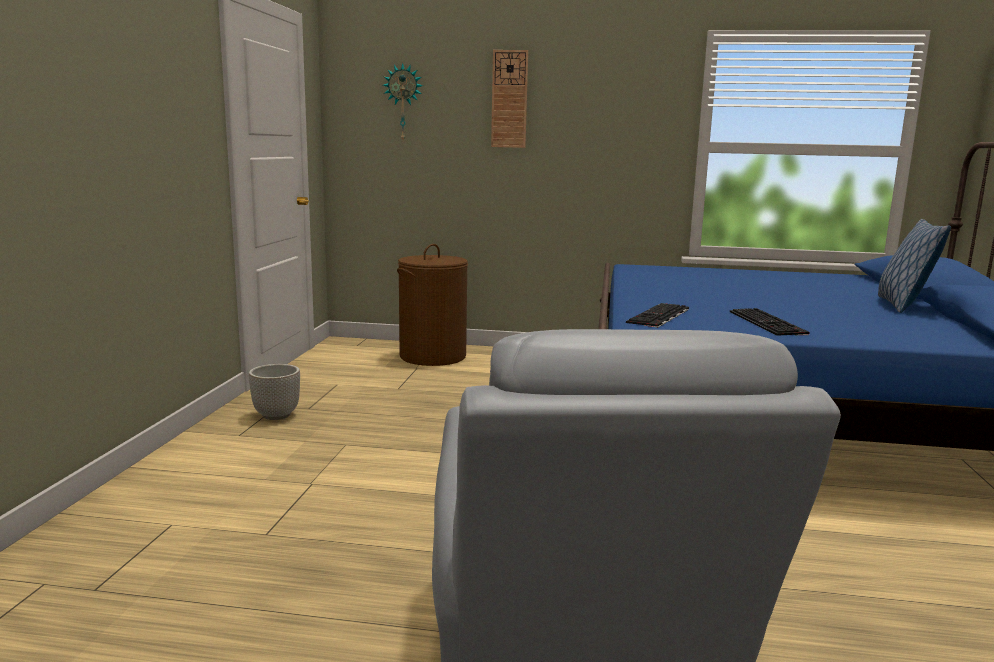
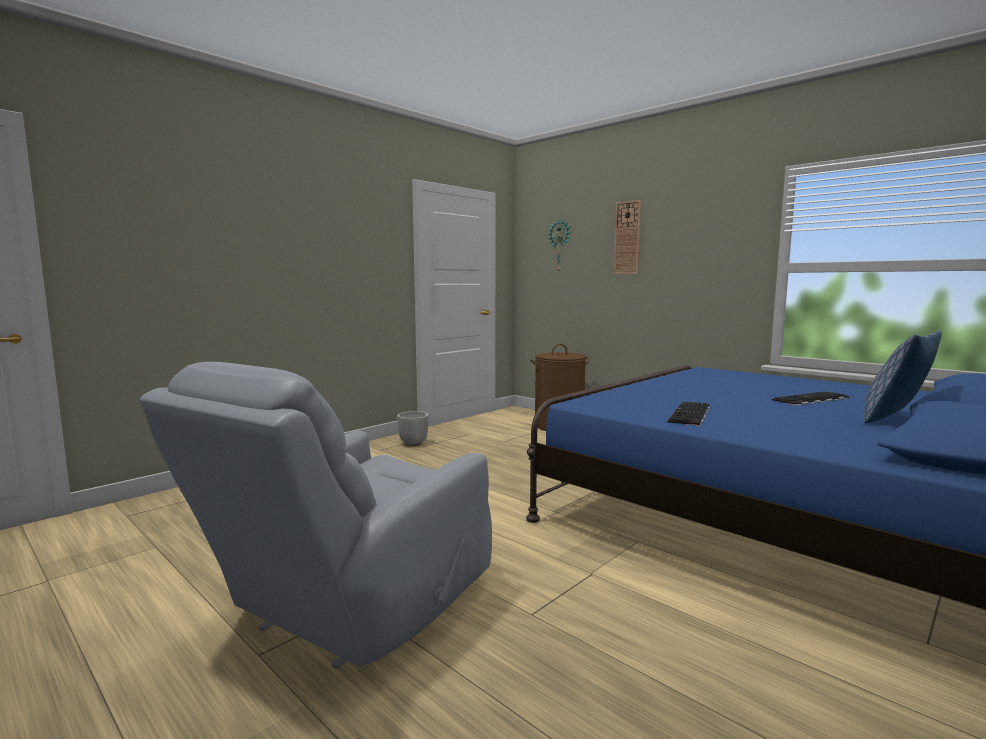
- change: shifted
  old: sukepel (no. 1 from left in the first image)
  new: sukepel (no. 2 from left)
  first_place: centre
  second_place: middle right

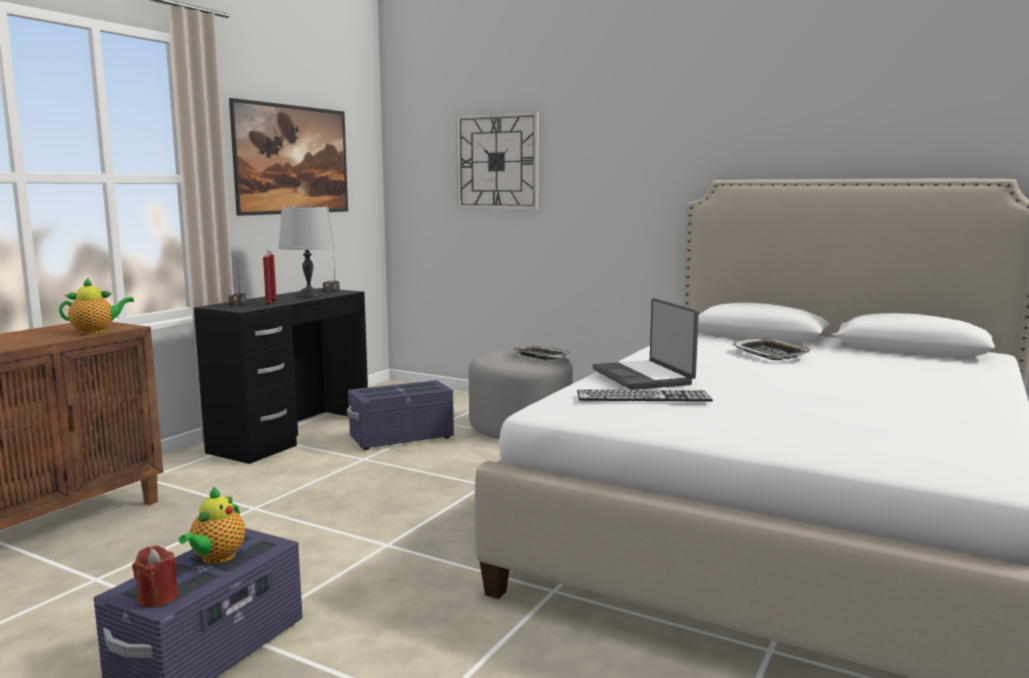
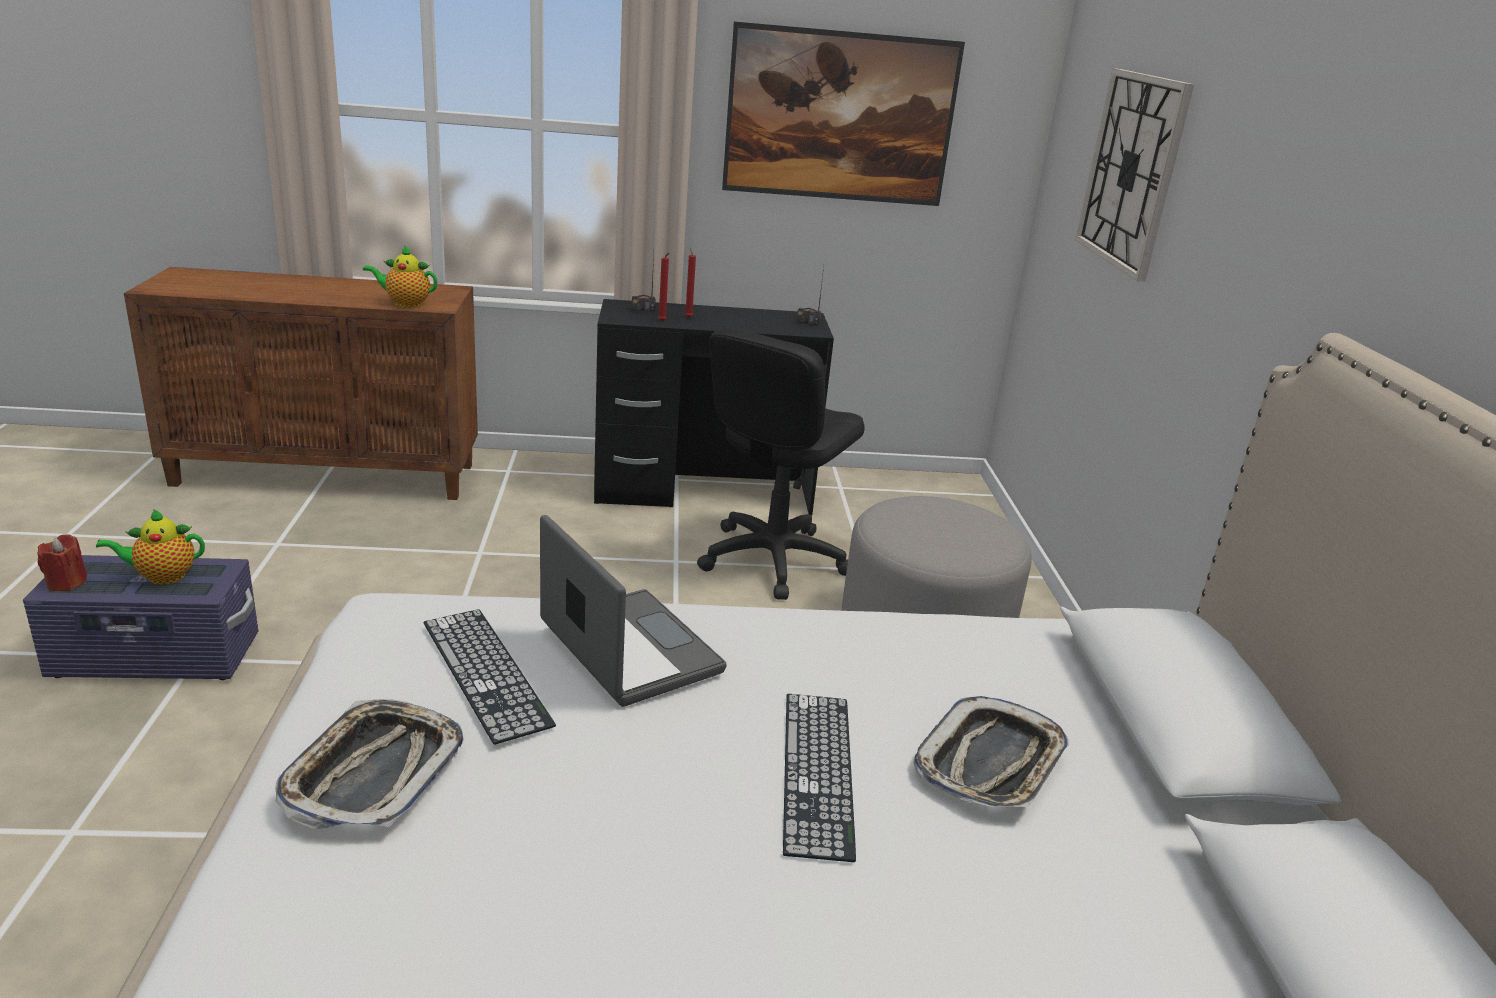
- change: rotated
  old: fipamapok (no. 1 from left in the first image)
  first_place: middle left
  second_place: top left
  degrees: 150
- change: gone
  old: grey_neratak
  first_place: middle left
- change: swapped
  old: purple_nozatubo (no. 2 from left)
  new: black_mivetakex
  first_place: centre
  second_place: centre
- change: shifted
  old: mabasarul (no. 1 from left)
  first_place: centre
  second_place: bottom left
- change: rotated
  old: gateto
  first_place: centre
  second_place: centre
  degrees: 105
- change: new
  new: sukepel (no. 2 from left)
  second_place: bottom centre

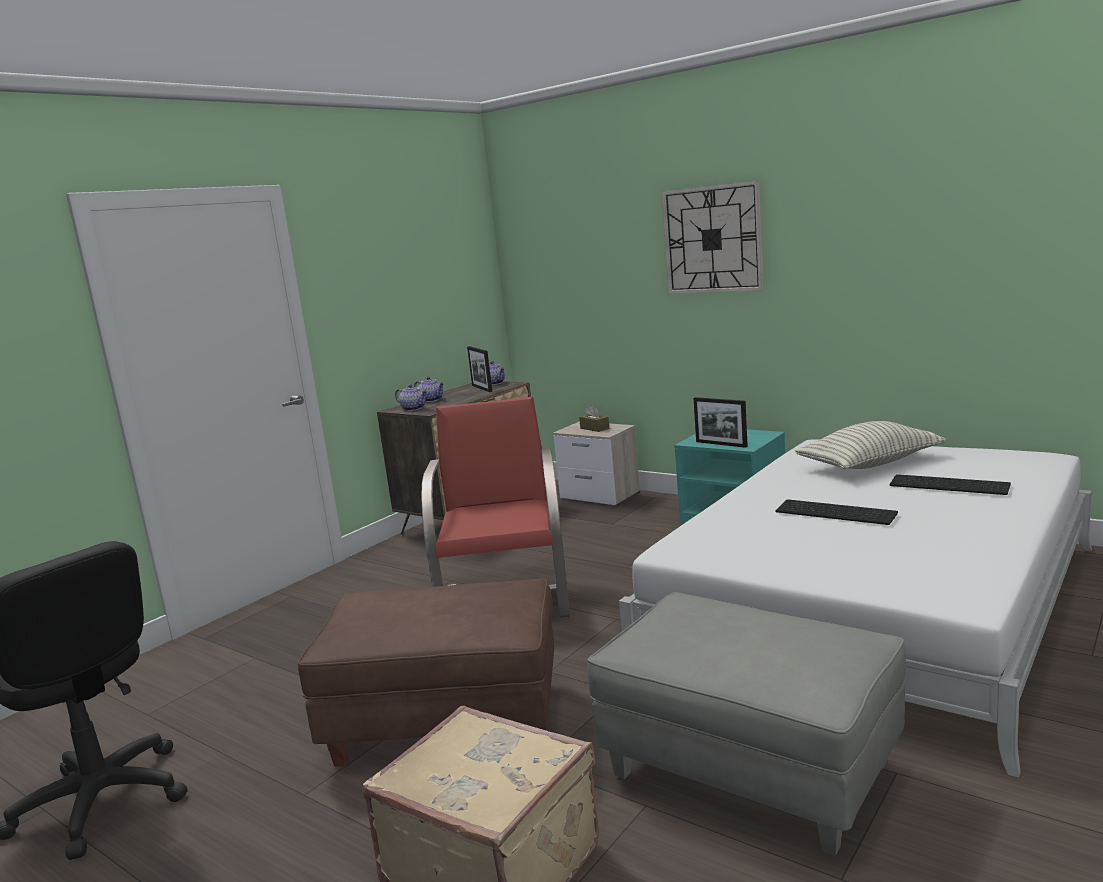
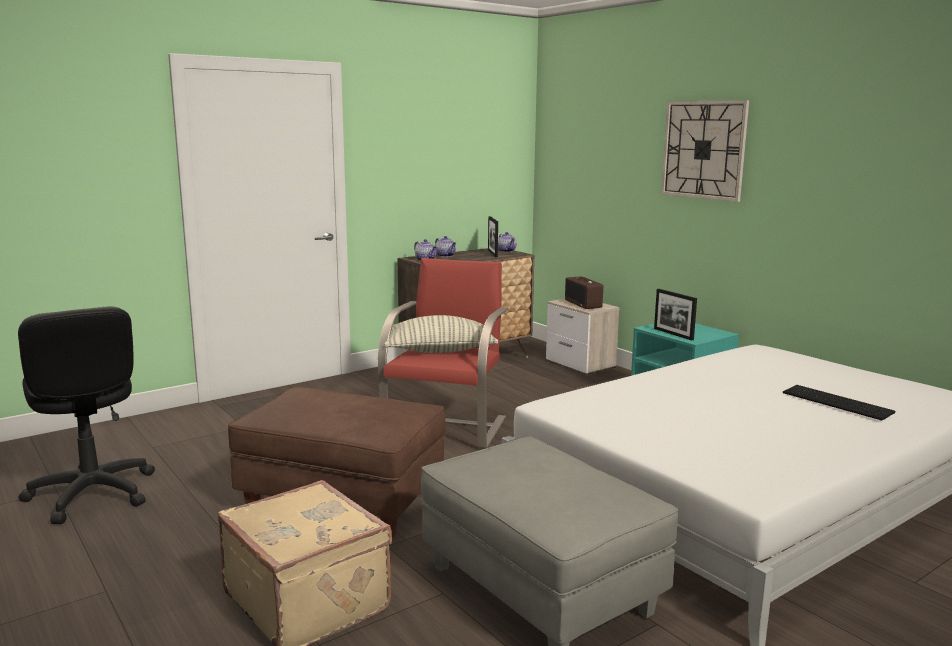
- change: swapped
  old: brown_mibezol
  new: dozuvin
  first_place: centre
  second_place: centre
- change: gone
  old: sukepel (no. 1 from left)
  first_place: middle right
- change: shifted
  old: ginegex
  first_place: middle right
  second_place: centre

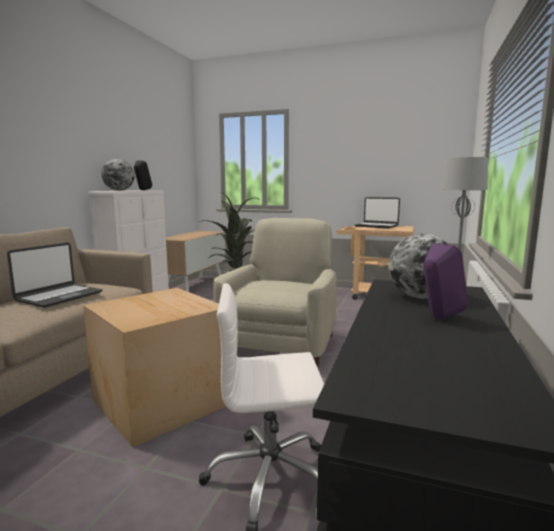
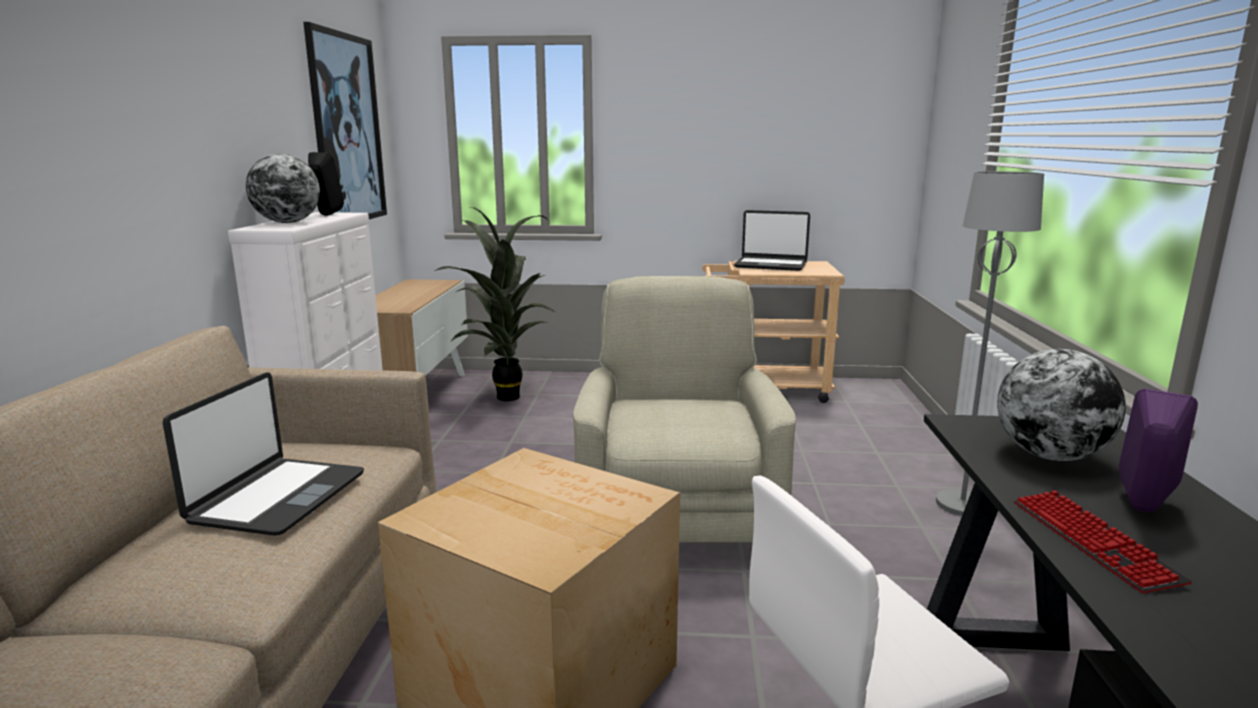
- change: new
  new: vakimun
  second_place: top left
- change: new
  new: sukepel
  second_place: bottom right

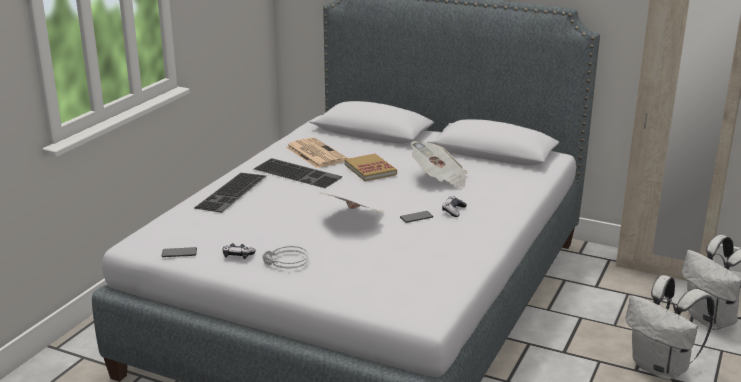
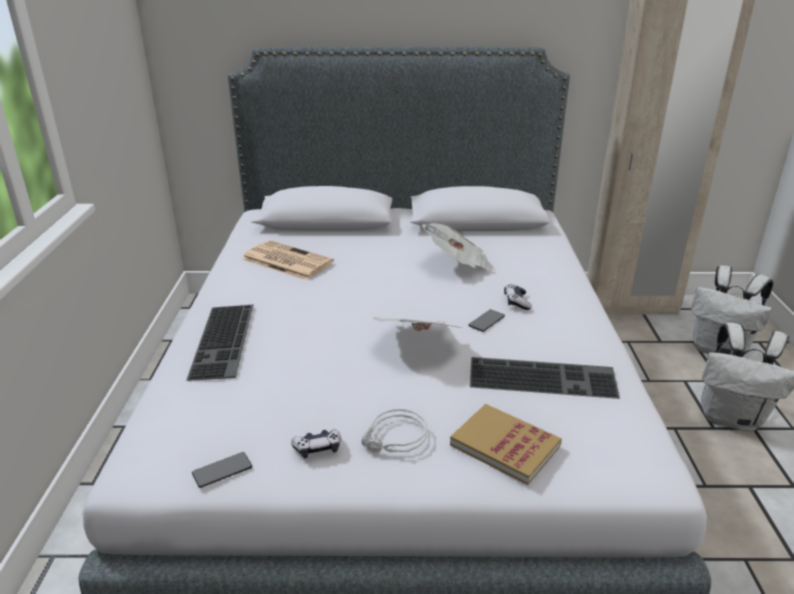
- change: shifted
  old: sukepel (no. 2 from left)
  first_place: centre
  second_place: middle right
- change: shifted
  old: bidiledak
  first_place: centre
  second_place: bottom centre

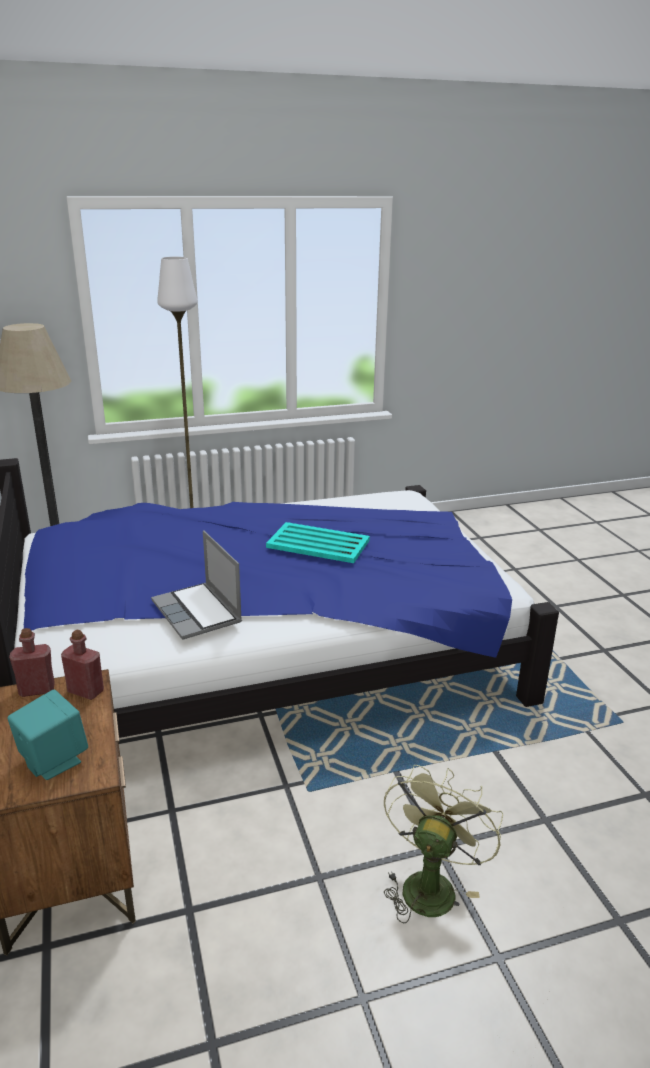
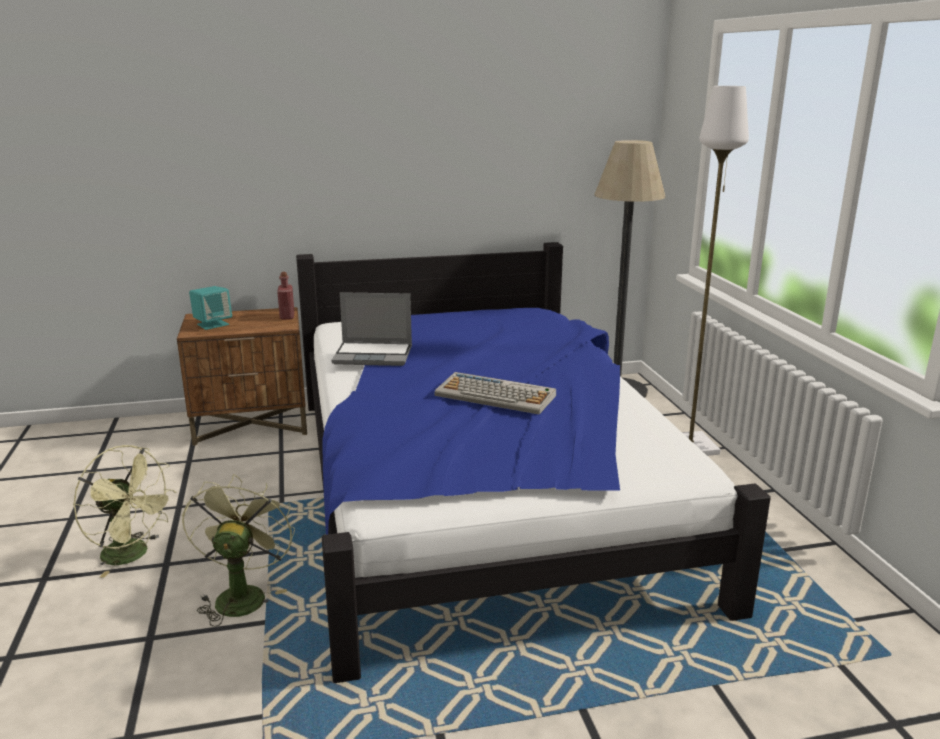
- change: gone
  old: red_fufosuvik (no. 2 from left)
  first_place: middle left
- change: rotated
  old: gateto
  first_place: middle left
  second_place: centre
  degrees: -150
- change: swapped
  old: turquoise_mabasarul
  new: sukepel
  first_place: centre
  second_place: centre
- change: new
  new: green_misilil (no. 2 from left)
  second_place: bottom left

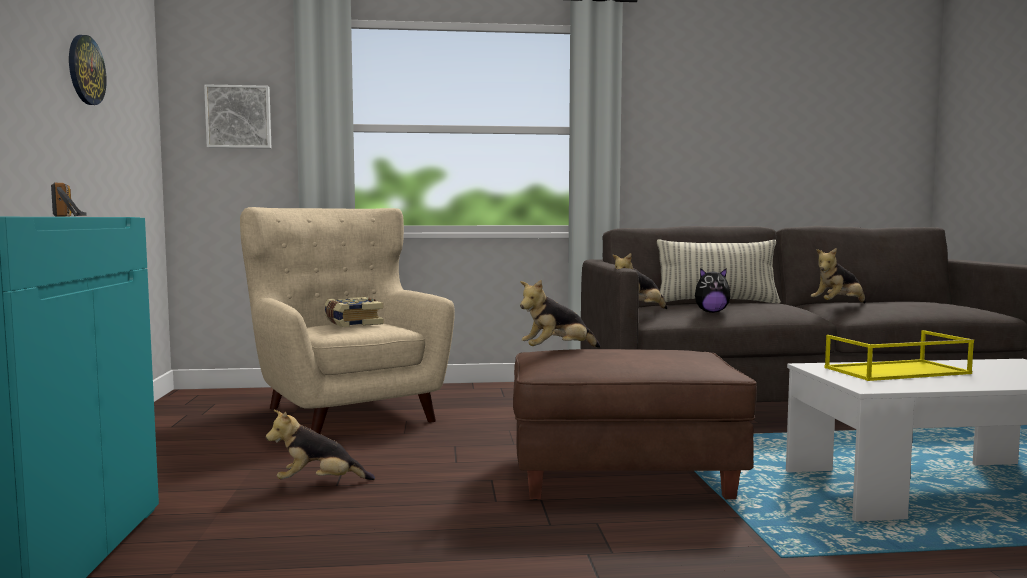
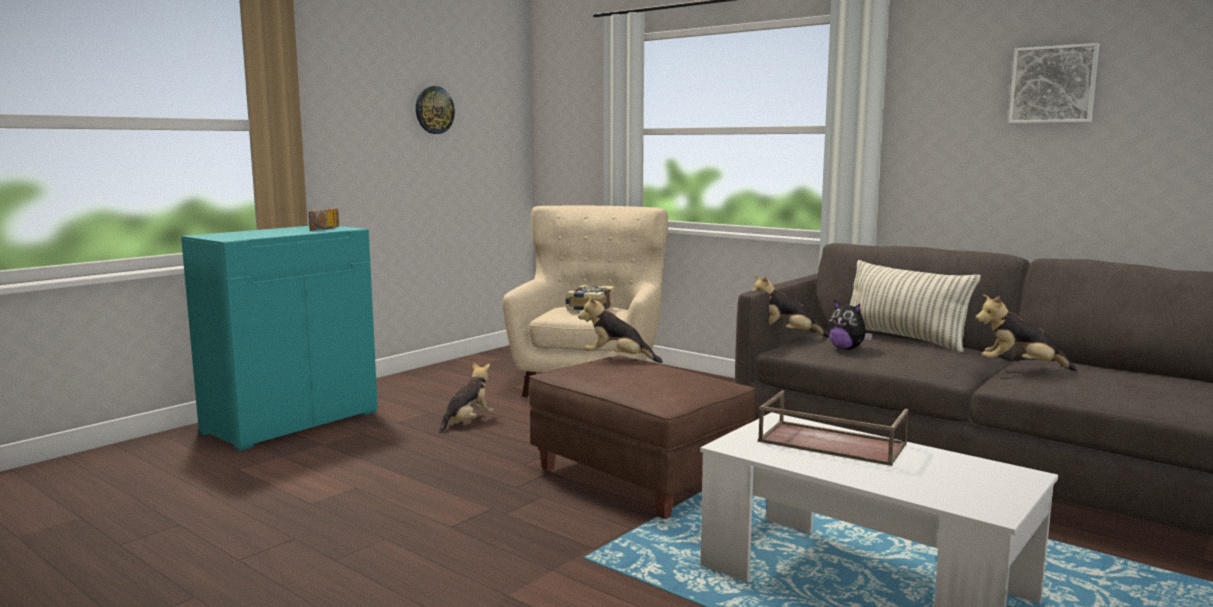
- change: shifted
  old: vakimun
  first_place: top left
  second_place: top right
- change: rotated
  old: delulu (no. 1 from left)
  first_place: bottom left
  second_place: centre
  degrees: 90
- change: repainted
  old: yellow_mabasarul
  new: brown_mabasarul
  first_place: middle right
  second_place: bottom right

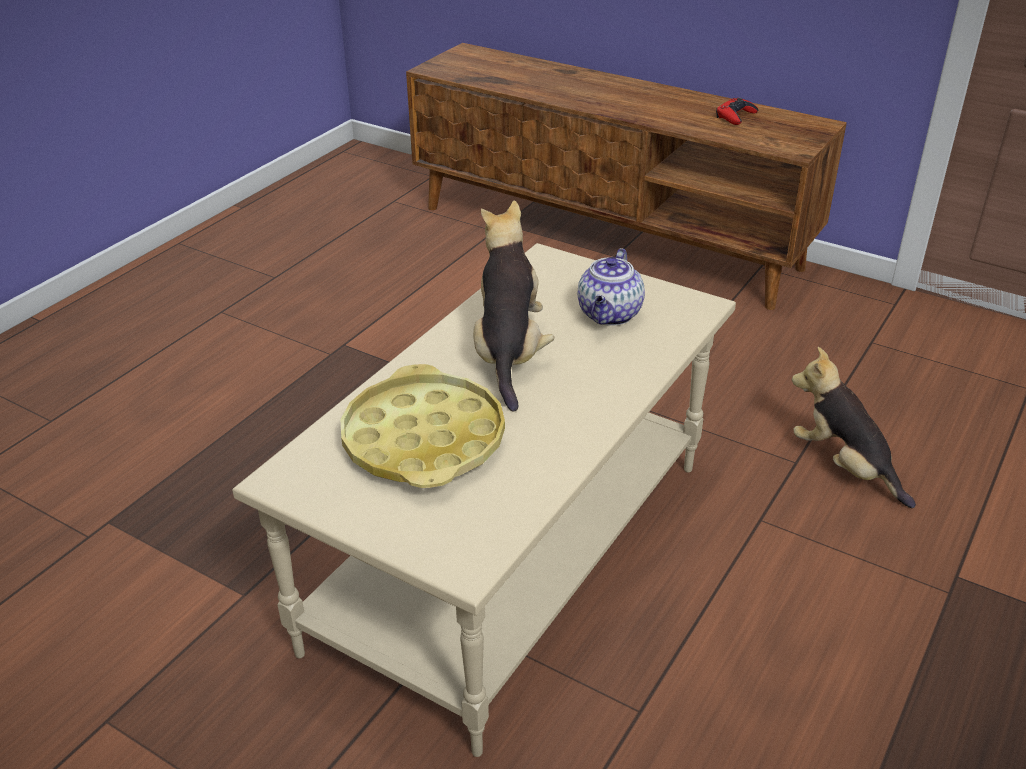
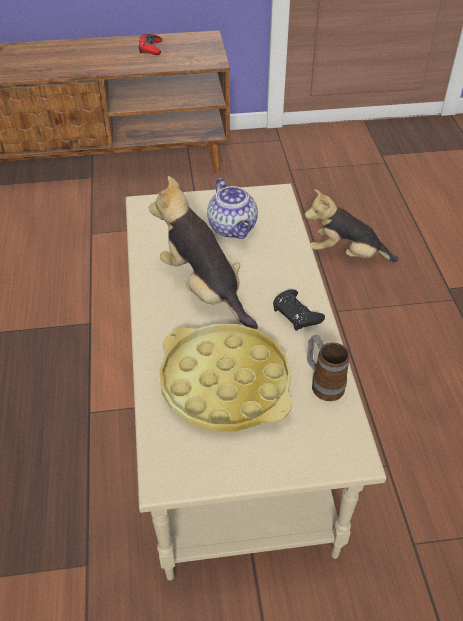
- change: new
  new: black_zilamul
  second_place: centre
- change: new
  new: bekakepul
  second_place: middle right

